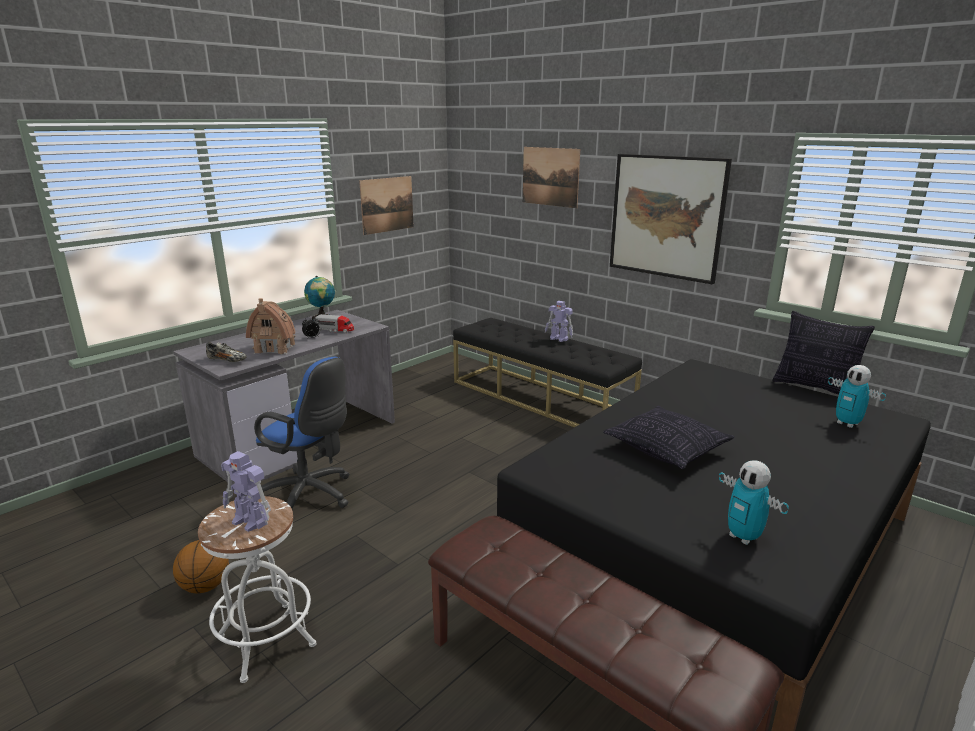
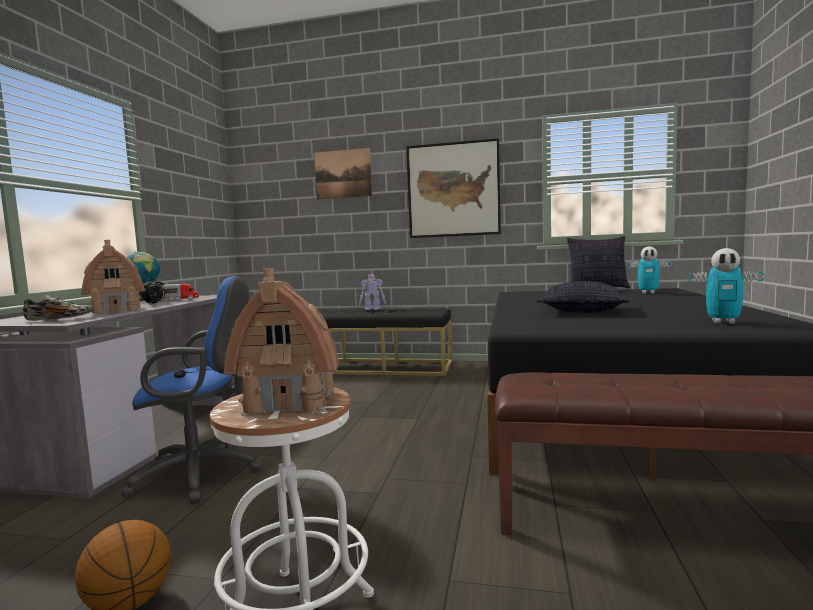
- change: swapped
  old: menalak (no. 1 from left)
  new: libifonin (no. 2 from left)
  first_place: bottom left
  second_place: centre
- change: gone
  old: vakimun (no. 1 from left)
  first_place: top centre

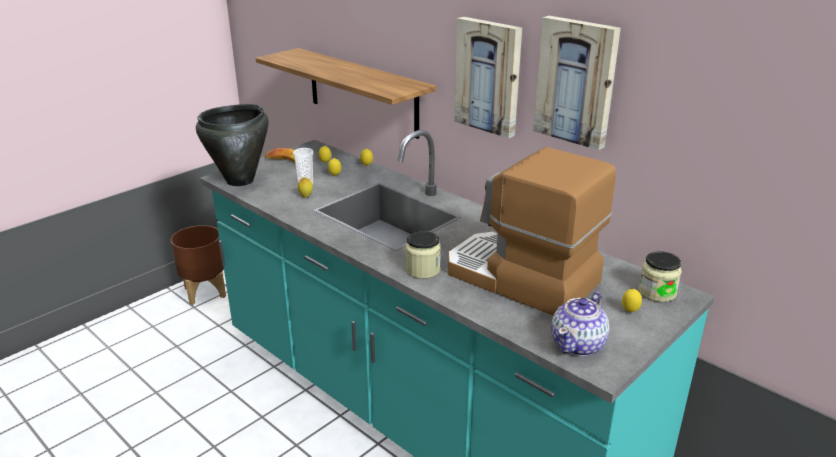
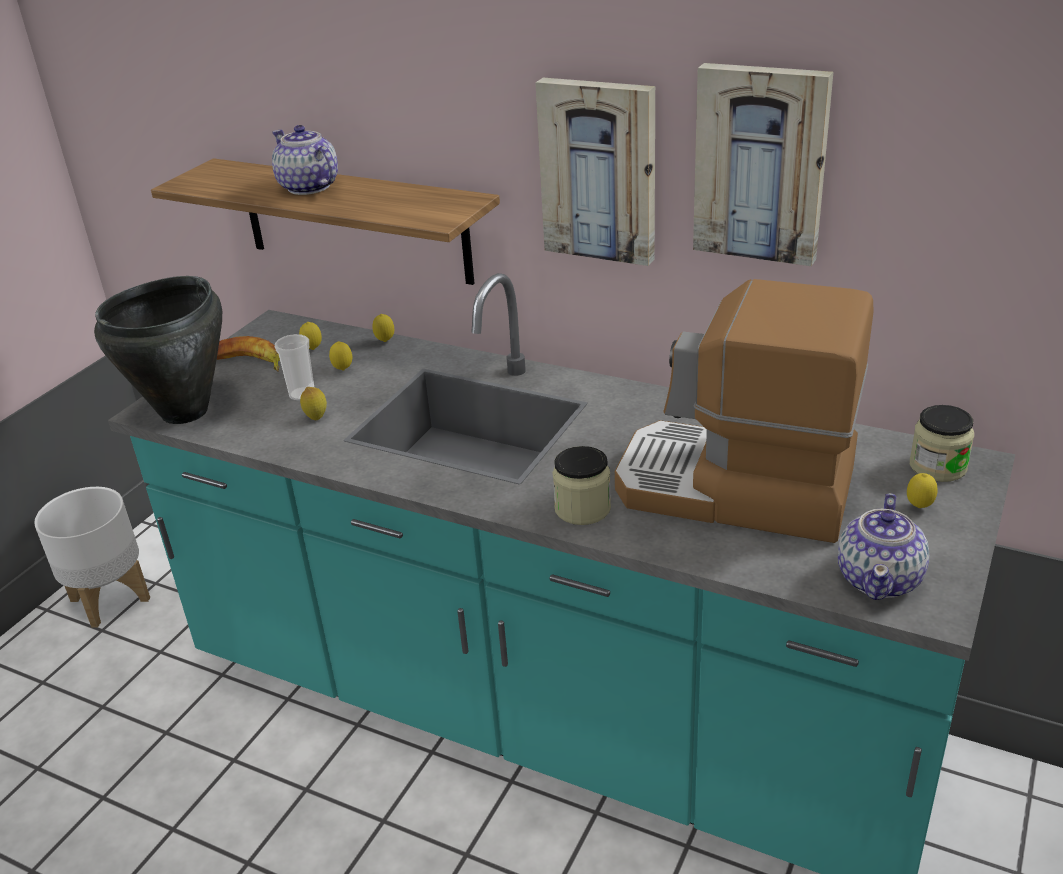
- change: repainted
  old: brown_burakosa
  new: white_burakosa
  first_place: middle left
  second_place: middle left
- change: new
  new: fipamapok (no. 1 from left)
  second_place: top left

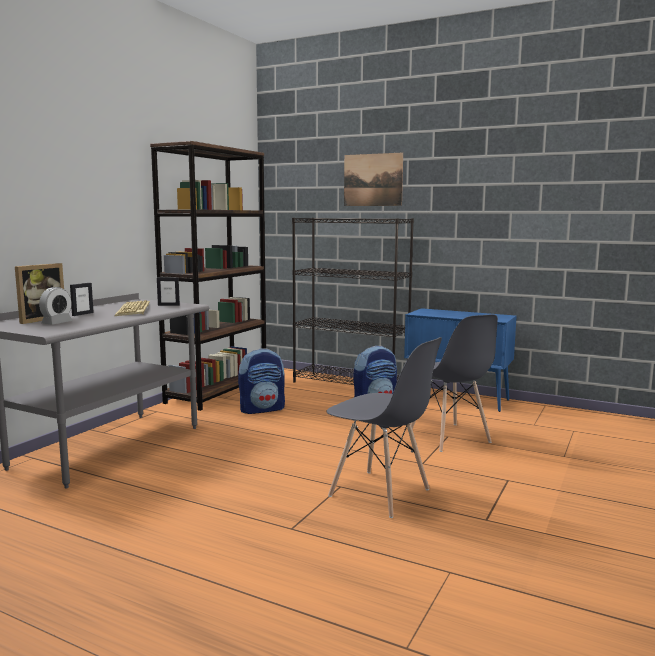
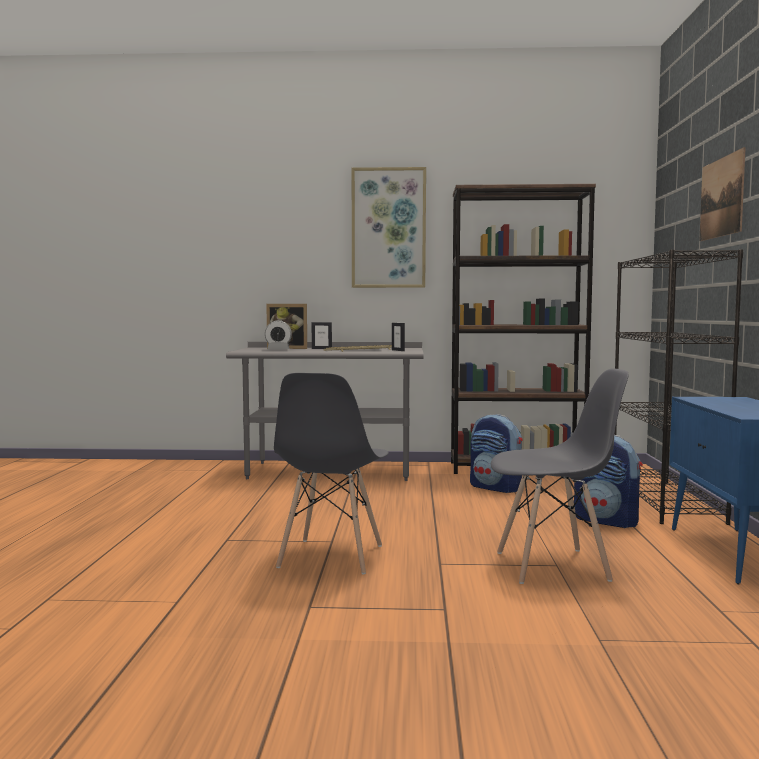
- change: rotated
  old: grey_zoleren (no. 2 from left)
  first_place: middle right
  second_place: middle right
  degrees: -135
- change: new
  new: vakimun (no. 1 from left)
  second_place: top centre

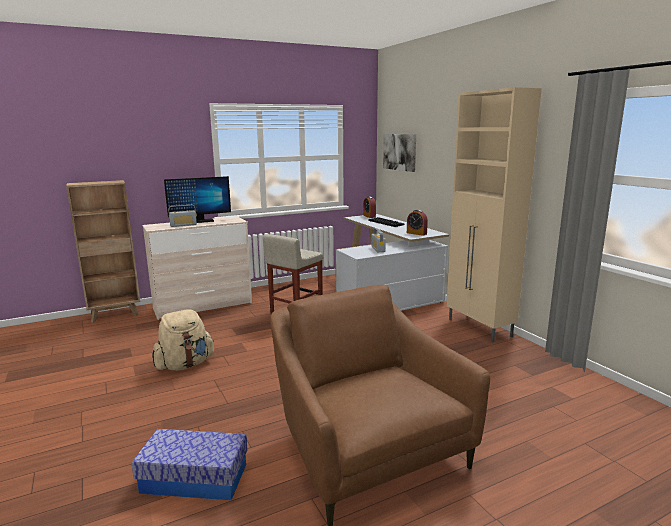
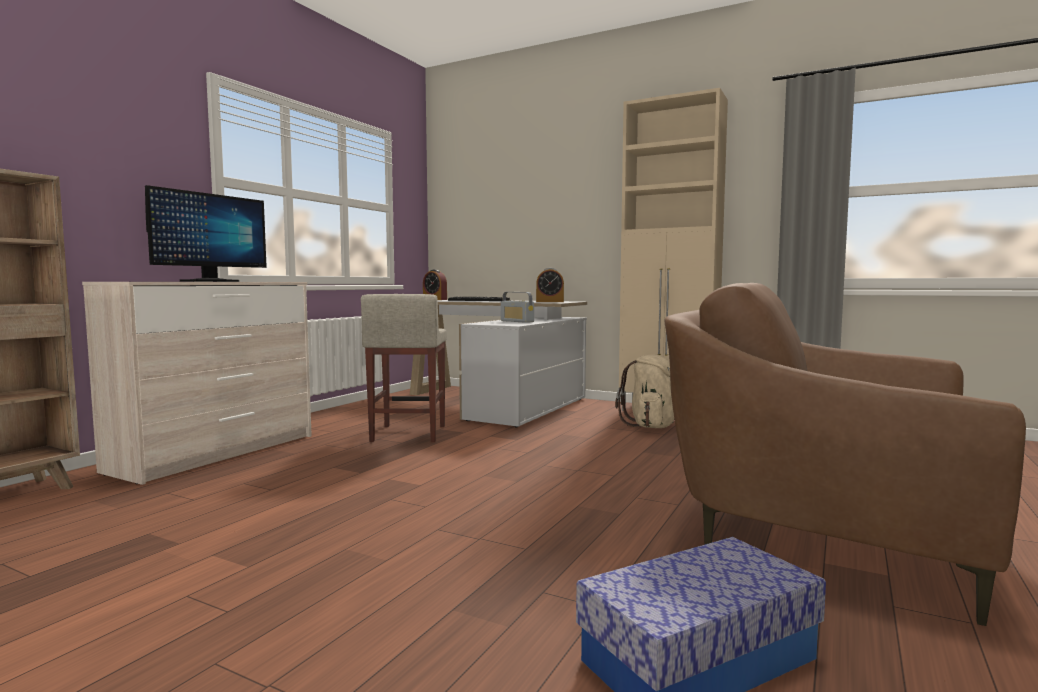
- change: shifted
  old: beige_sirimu
  first_place: middle left
  second_place: centre
- change: gone
  old: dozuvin (no. 1 from left)
  first_place: middle left
- change: gone
  old: vakimun
  first_place: top centre

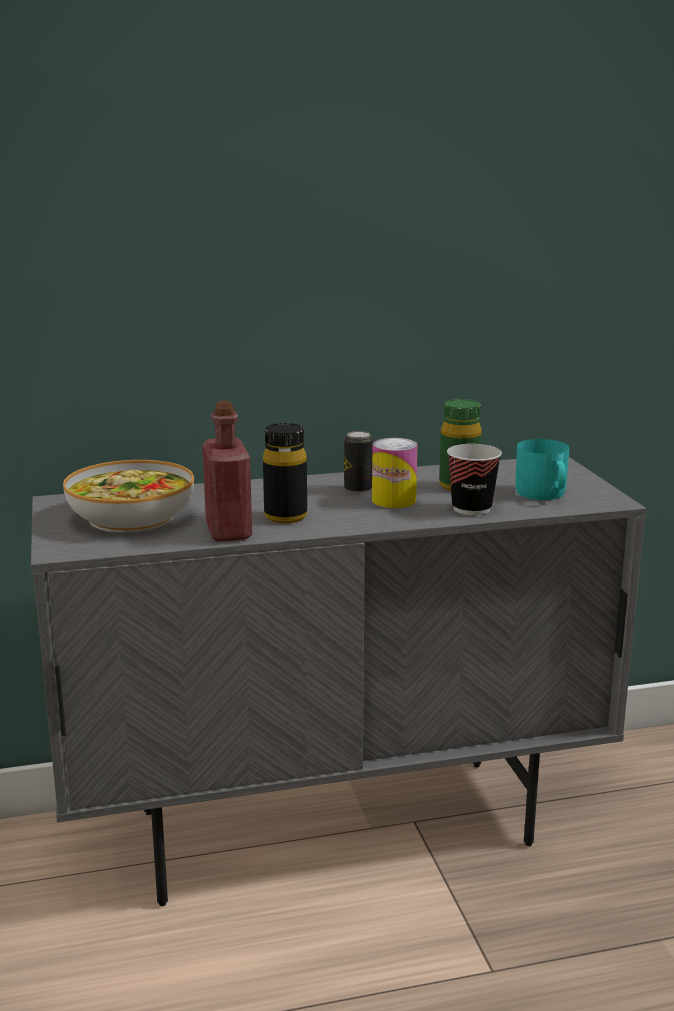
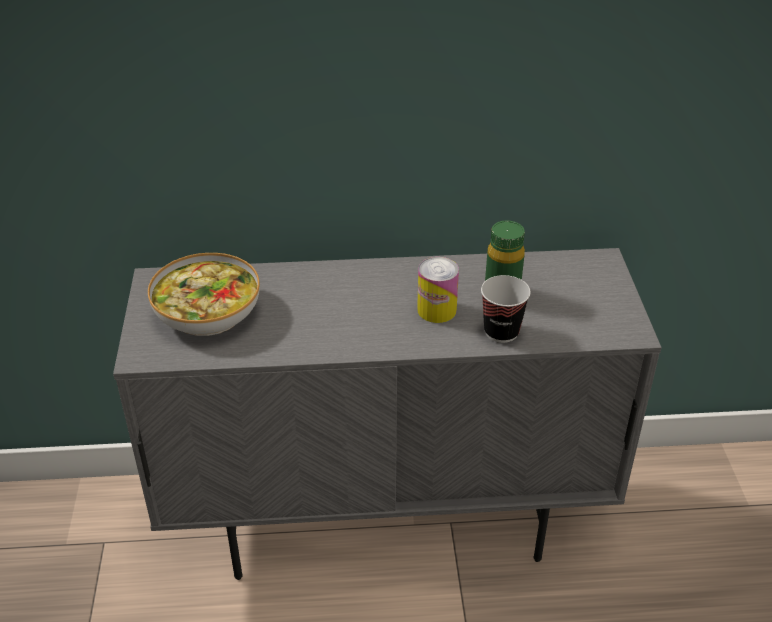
- change: gone
  old: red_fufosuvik
  first_place: centre
- change: gone
  old: black_fufosuvik
  first_place: centre
- change: gone
  old: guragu (no. 1 from left)
  first_place: centre
- change: gone
  old: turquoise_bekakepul
  first_place: middle right

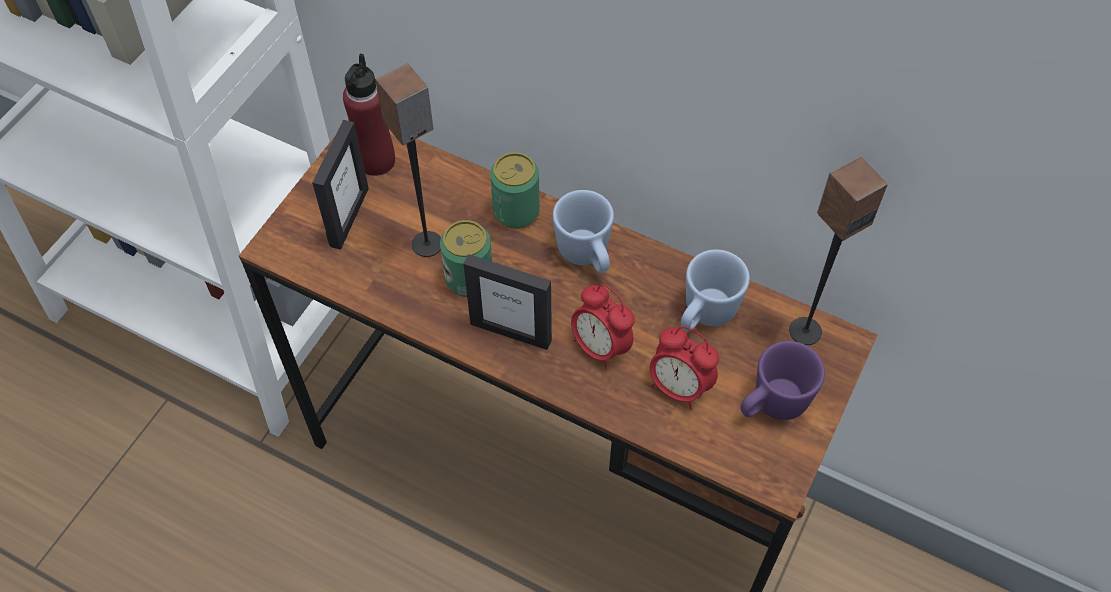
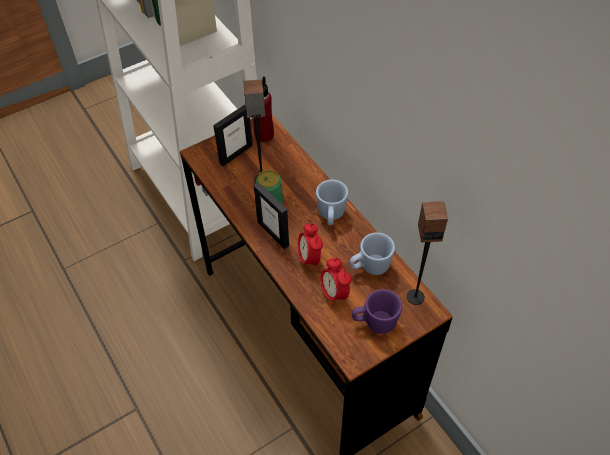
- change: gone
  old: guragu (no. 2 from left)
  first_place: top centre

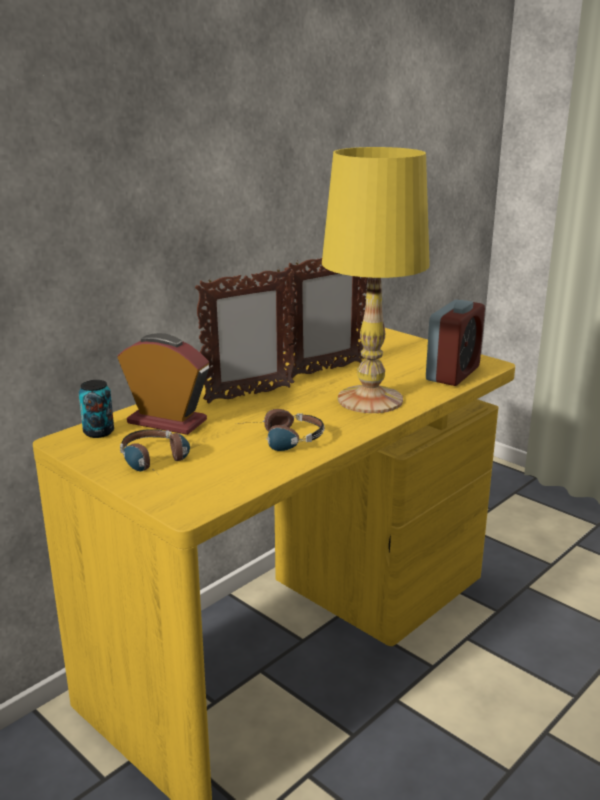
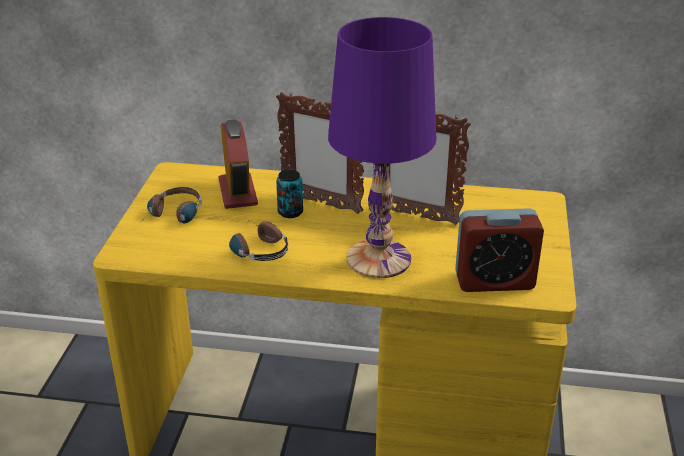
- change: shifted
  old: guragu
  first_place: middle left
  second_place: centre
- change: repainted
  old: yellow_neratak
  new: purple_neratak
  first_place: centre
  second_place: top centre

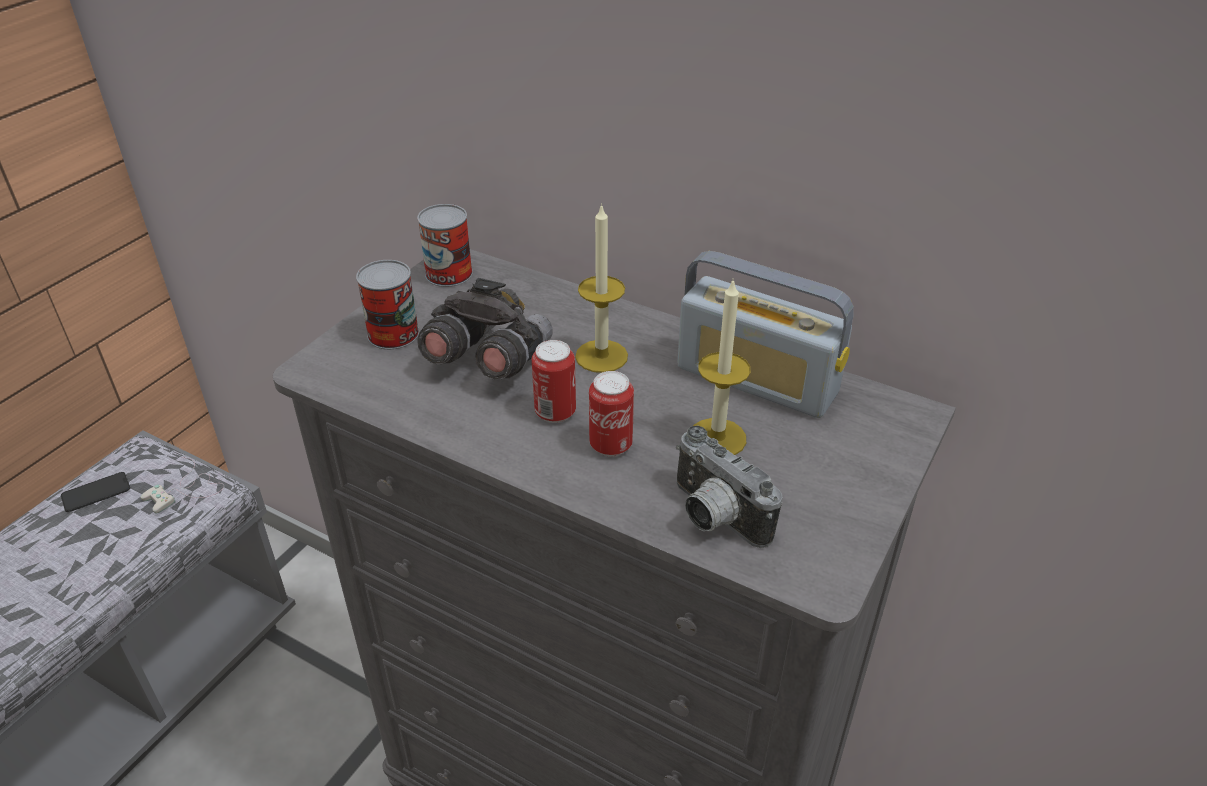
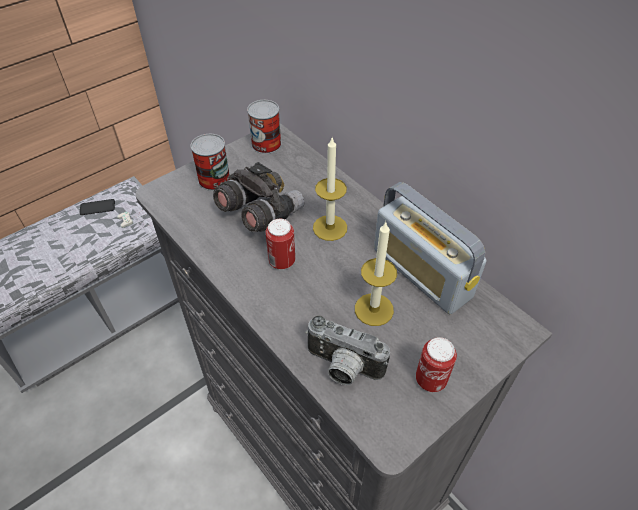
- change: shifted
  old: guragu (no. 4 from left)
  first_place: centre
  second_place: bottom right
- change: rotated
  old: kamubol
  first_place: centre
  second_place: bottom centre
  degrees: -45

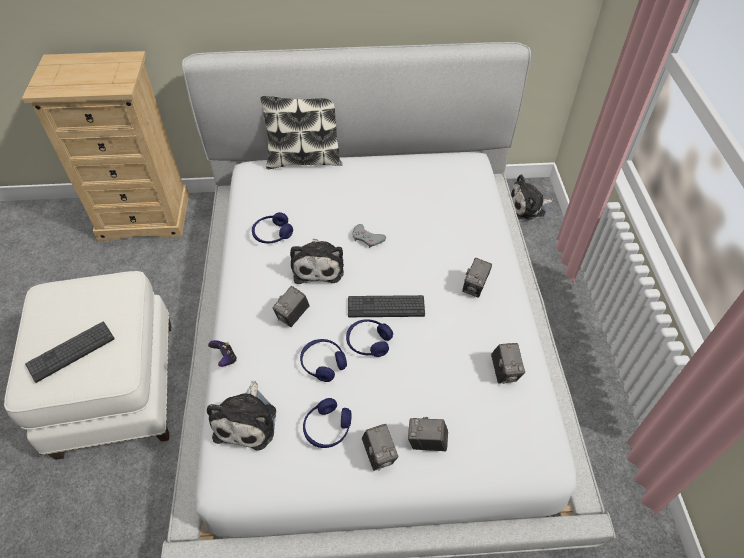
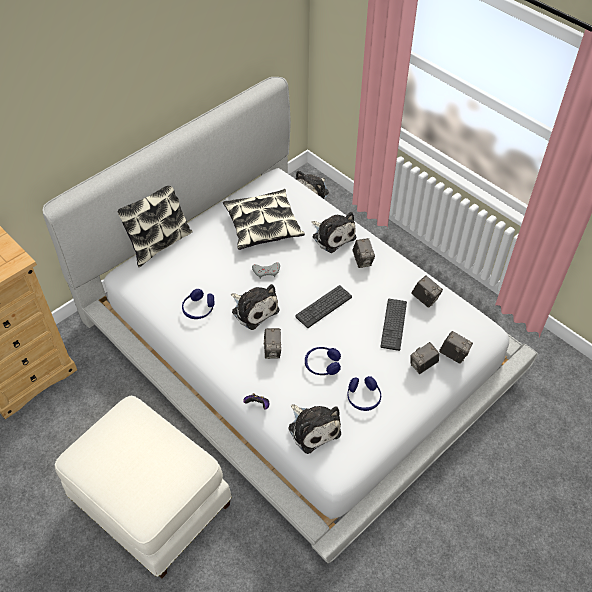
- change: shifted
  old: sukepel (no. 1 from left in the first image)
  new: sukepel (no. 2 from left)
  first_place: middle left
  second_place: centre
- change: gone
  old: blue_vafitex (no. 4 from left)
  first_place: centre
- change: shifted
  old: kamubol (no. 2 from left in the first image)
  new: kamubol (no. 5 from left)
  first_place: bottom centre
  second_place: middle right
- change: new
  new: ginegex (no. 2 from left)
  second_place: centre
- change: new
  new: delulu (no. 4 from left)
  second_place: centre

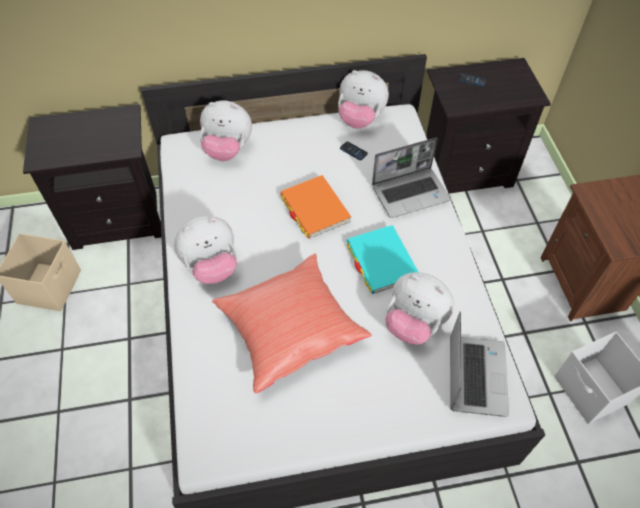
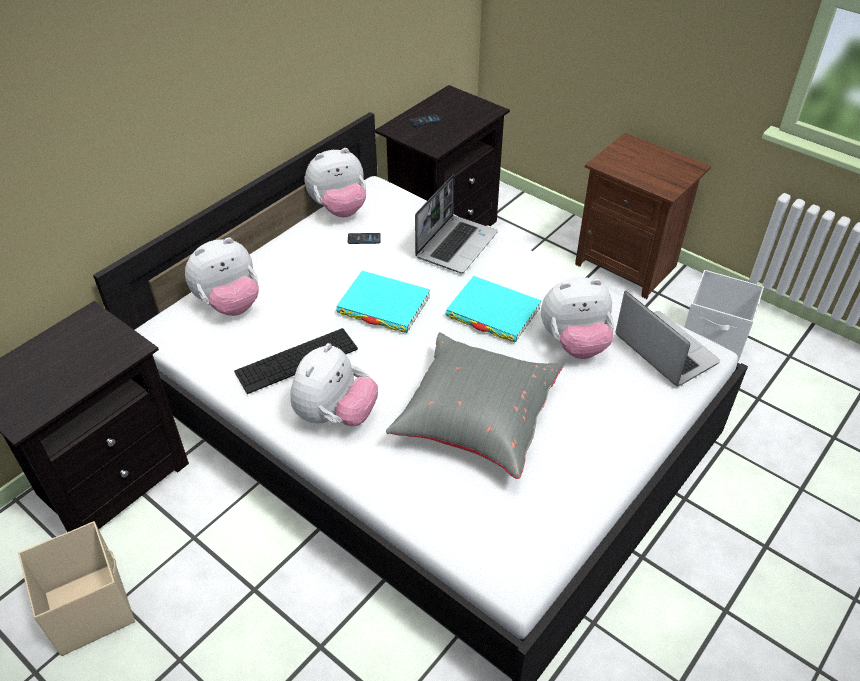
- change: repainted
  old: red_ginegex
  new: grey_ginegex
  first_place: centre
  second_place: centre
- change: repainted
  old: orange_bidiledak
  new: turquoise_bidiledak (no. 1 from left)
  first_place: centre
  second_place: centre
- change: new
  new: sukepel
  second_place: centre

